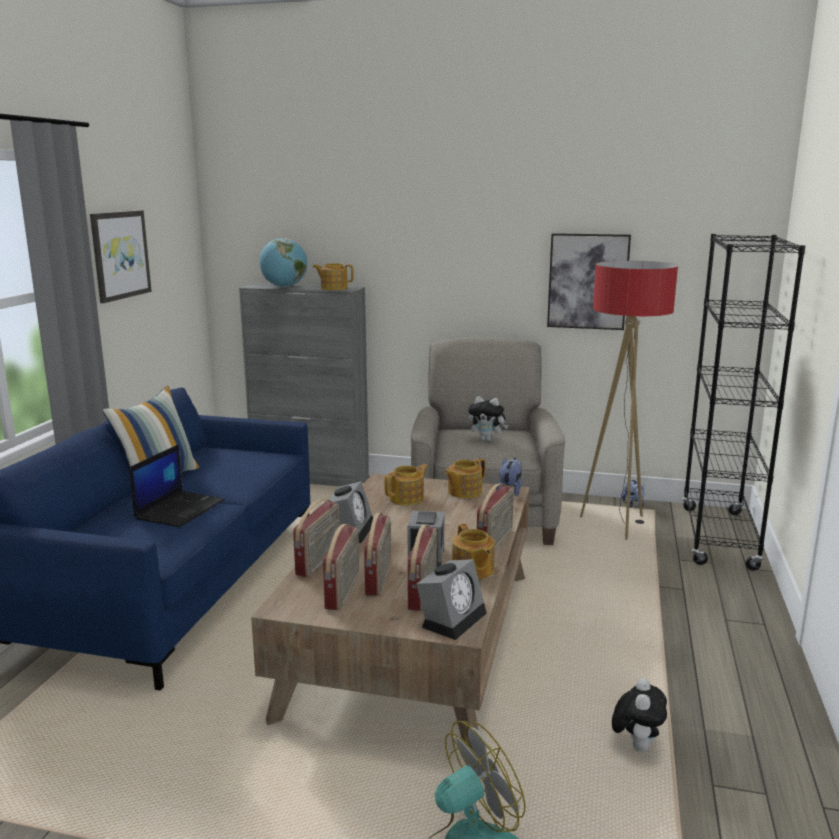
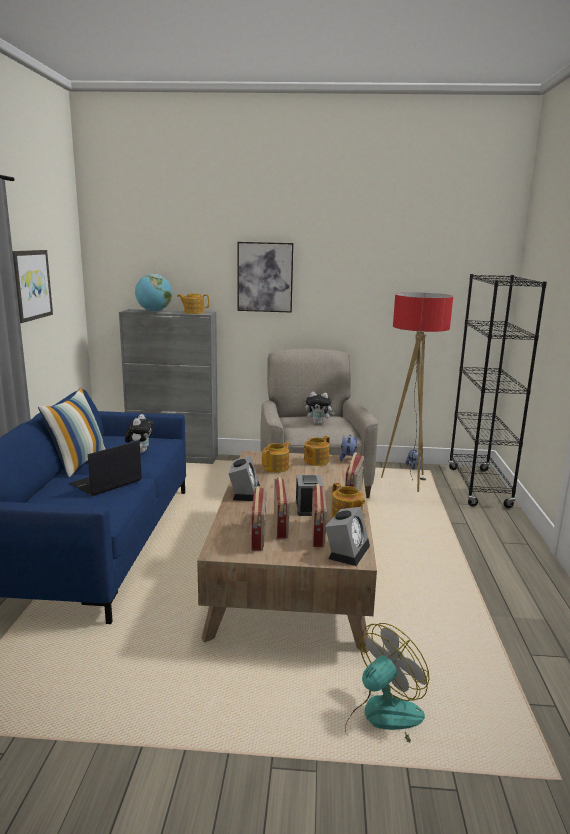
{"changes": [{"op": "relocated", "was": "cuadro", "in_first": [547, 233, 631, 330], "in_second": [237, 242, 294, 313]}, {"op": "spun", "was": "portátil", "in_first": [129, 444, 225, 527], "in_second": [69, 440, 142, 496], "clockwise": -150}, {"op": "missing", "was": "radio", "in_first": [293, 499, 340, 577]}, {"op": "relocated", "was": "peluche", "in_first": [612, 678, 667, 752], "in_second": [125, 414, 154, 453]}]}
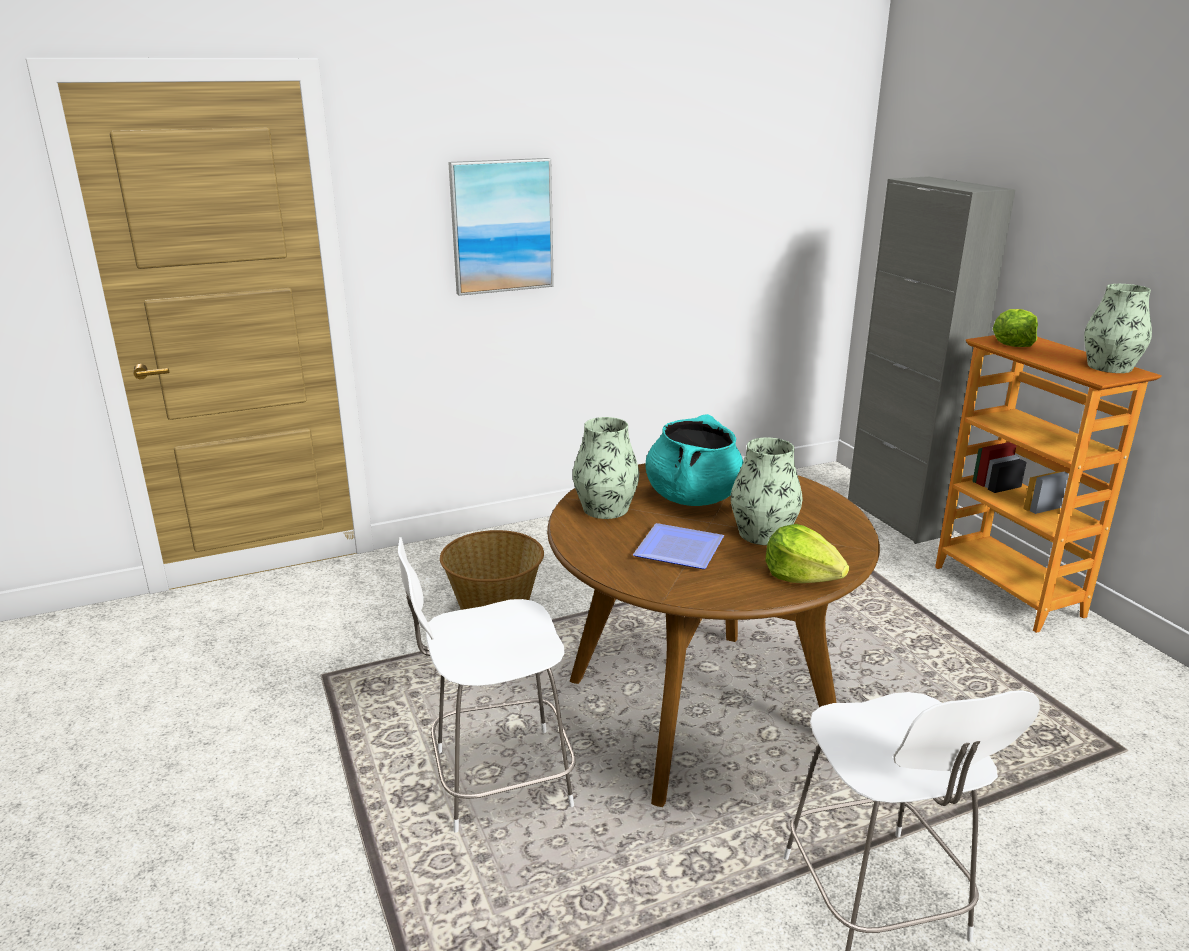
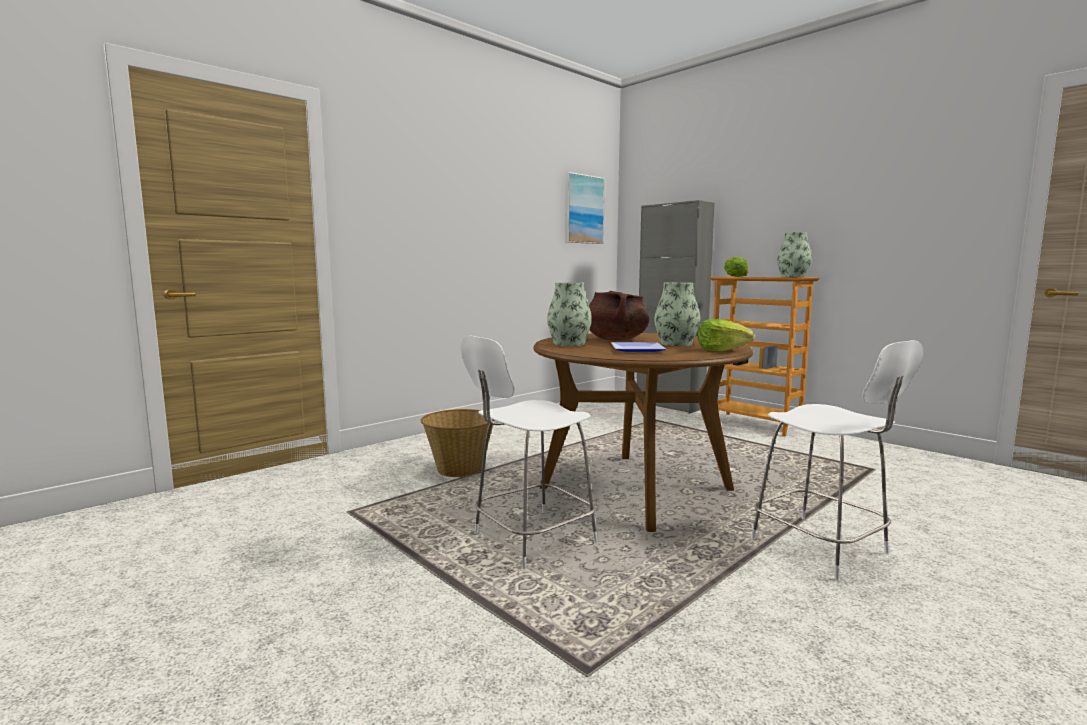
{"changes": [{"op": "relocated", "was": "cuadro", "in_first": [448, 158, 554, 296], "in_second": [565, 172, 605, 244]}, {"op": "colour", "was": "olla/turquesa", "now": "olla/marrón", "in_first": [645, 414, 743, 506], "in_second": [589, 291, 649, 340]}]}
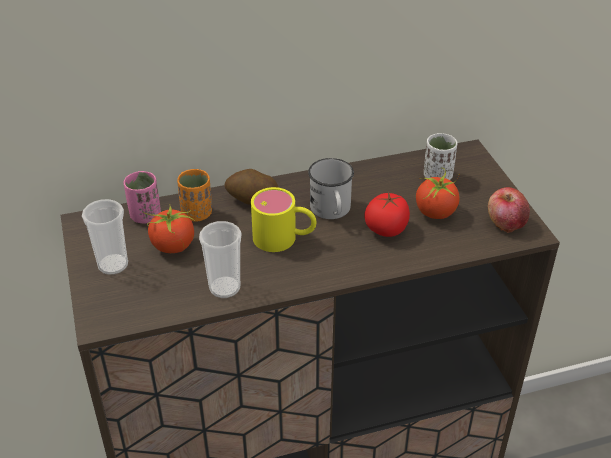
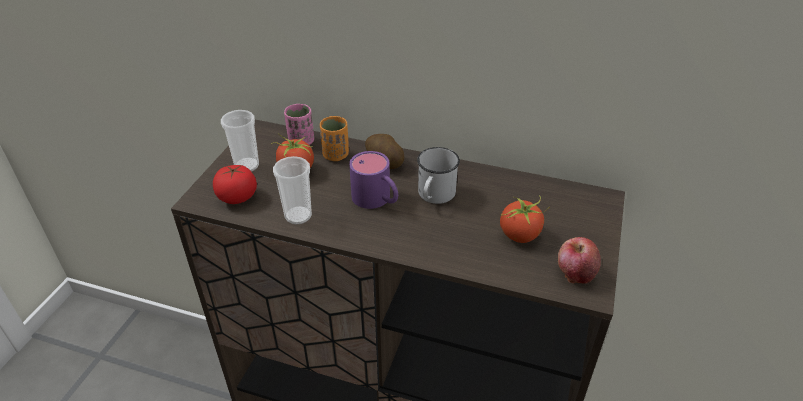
{"changes": [{"op": "missing", "was": "taza/blanco", "in_first": [424, 133, 457, 180]}, {"op": "colour", "was": "taza grande/amarillo", "now": "taza grande/morado", "in_first": [251, 187, 317, 252], "in_second": [349, 151, 398, 209]}, {"op": "relocated", "was": "tomate", "in_first": [364, 192, 410, 237], "in_second": [213, 165, 257, 204]}]}
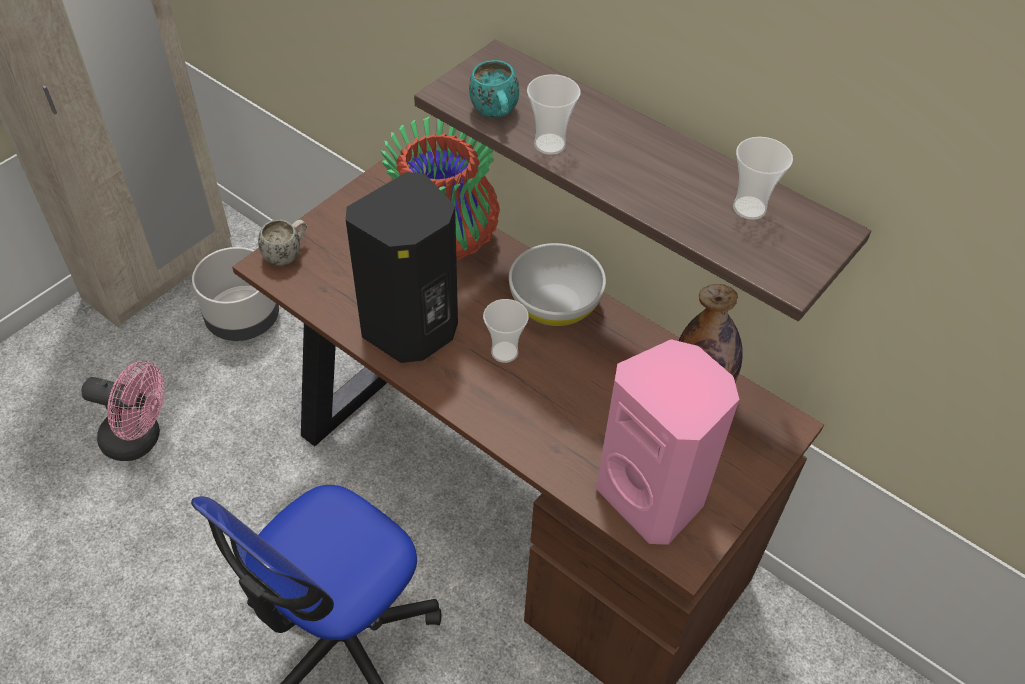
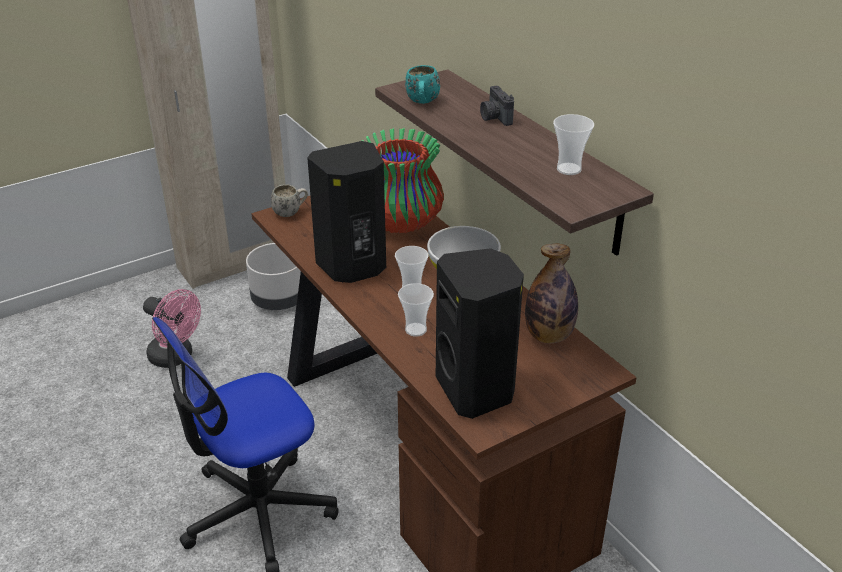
{"changes": [{"op": "relocated", "was": "taza", "in_first": [527, 74, 580, 155], "in_second": [398, 283, 434, 337]}, {"op": "colour", "was": "altavoz/rosa", "now": "altavoz/negro", "in_first": [596, 339, 739, 545], "in_second": [436, 248, 524, 419]}, {"op": "appeared", "now": "cámara", "in_second": [480, 86, 514, 126]}]}
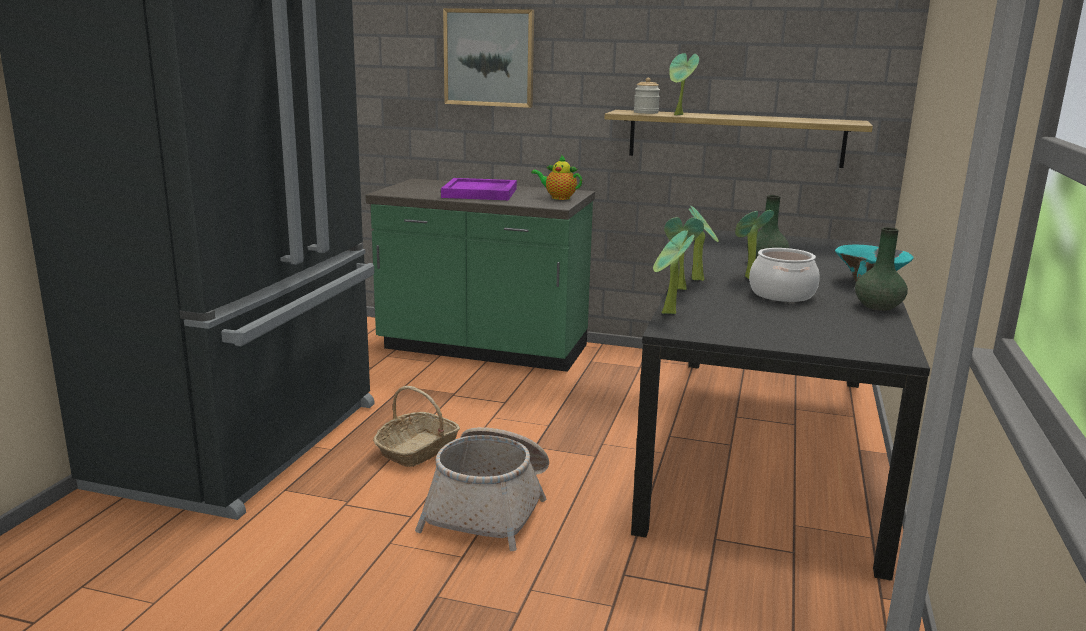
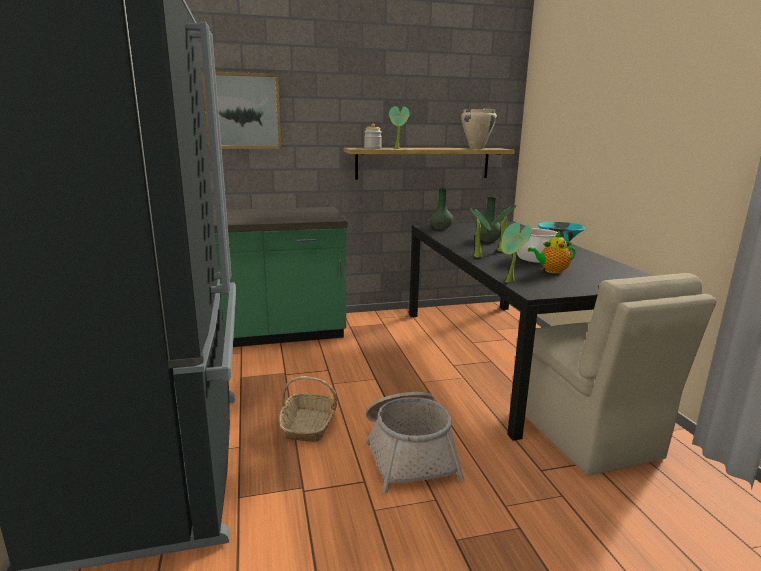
{"changes": [{"op": "relocated", "was": "tetera", "in_first": [531, 154, 582, 200], "in_second": [528, 231, 576, 274]}, {"op": "missing", "was": "bandeja/morado", "in_first": [441, 178, 517, 200]}, {"op": "missing", "was": "planta en maceta", "in_first": [664, 217, 704, 290]}, {"op": "relocated", "was": "florero/verde", "in_first": [855, 227, 908, 311], "in_second": [429, 188, 453, 229]}, {"op": "appeared", "now": "olla/beis", "in_second": [461, 109, 497, 149]}, {"op": "appeared", "now": "silla/beis", "in_second": [525, 273, 716, 476]}]}
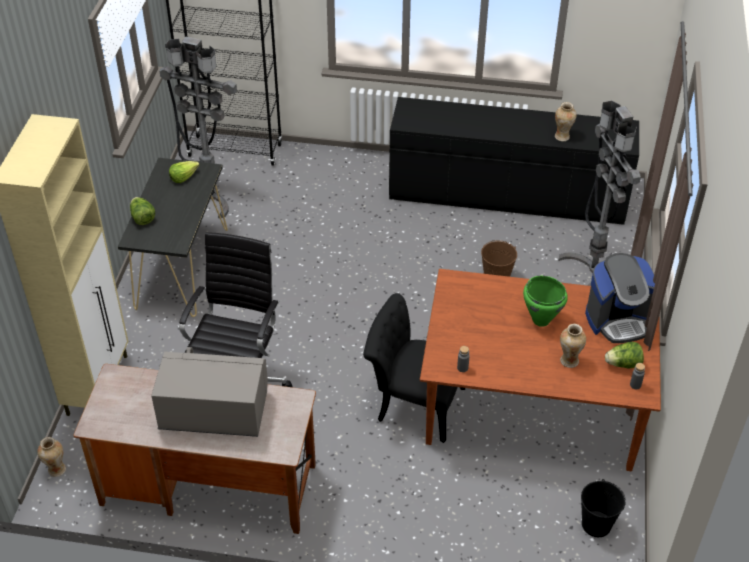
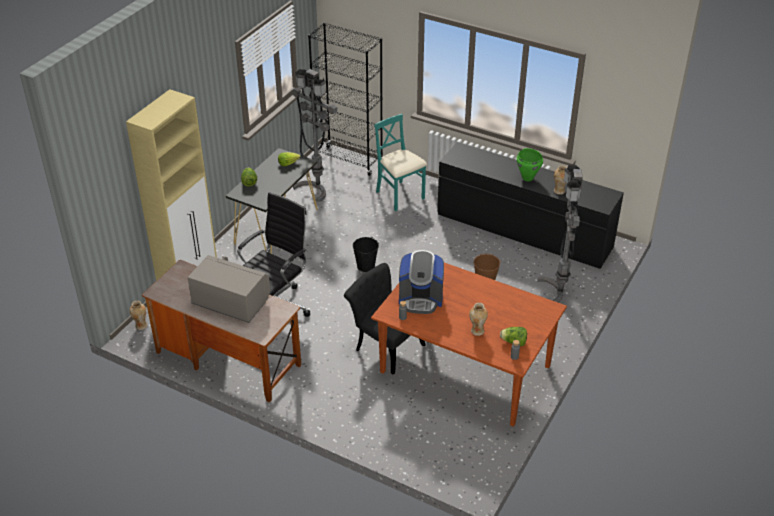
{"changes": [{"op": "relocated", "was": "cafetera", "in_first": [585, 253, 655, 343], "in_second": [399, 250, 444, 314]}, {"op": "relocated", "was": "olla/verde", "in_first": [523, 276, 568, 327], "in_second": [517, 148, 543, 181]}, {"op": "relocated", "was": "cubo/negro", "in_first": [581, 479, 626, 537], "in_second": [353, 237, 379, 272]}, {"op": "appeared", "now": "silla/turquesa", "in_second": [374, 114, 427, 211]}]}
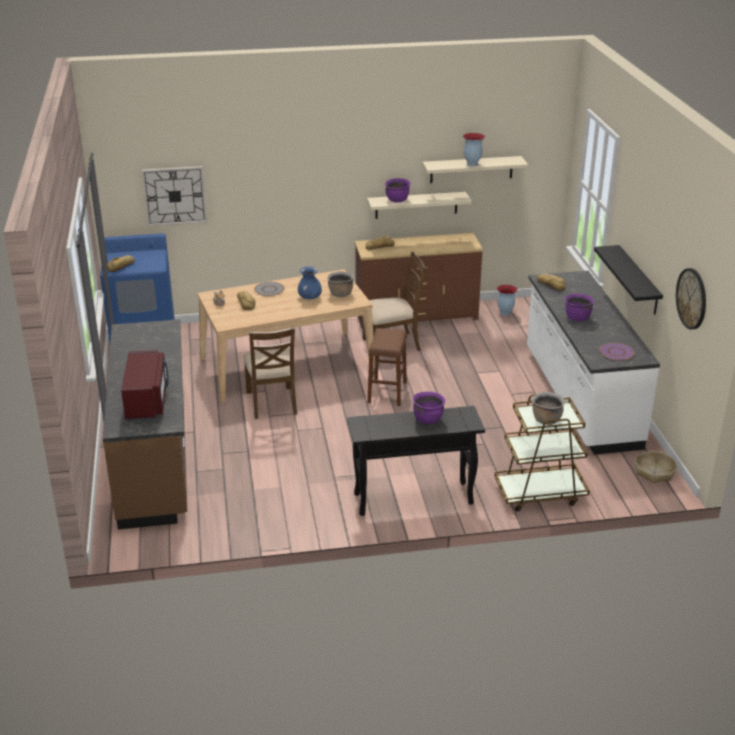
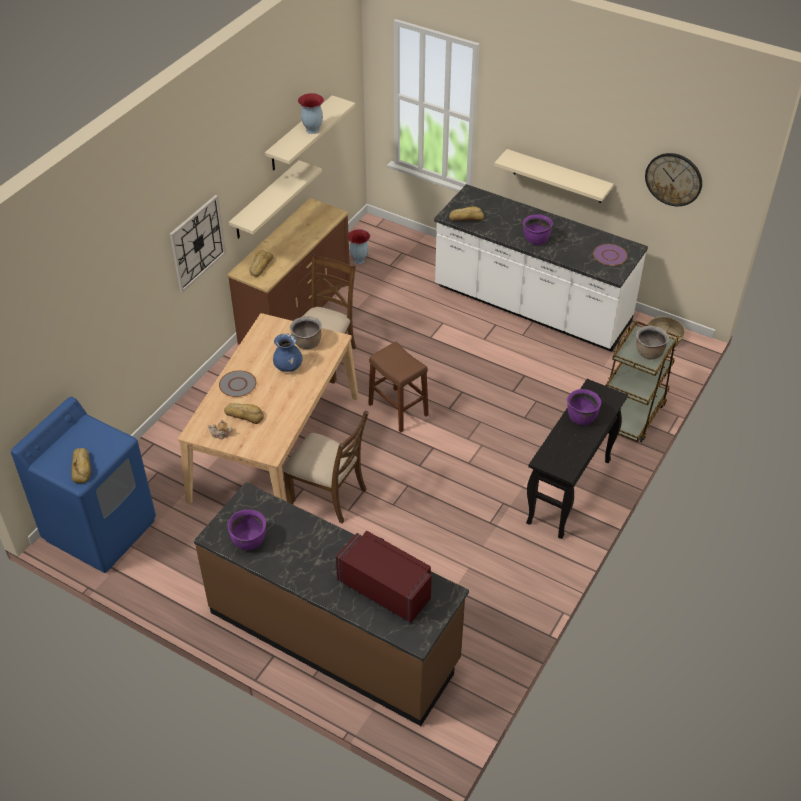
{"changes": [{"op": "relocated", "was": "reloj de pared", "in_first": [142, 166, 207, 226], "in_second": [170, 195, 226, 292]}, {"op": "relocated", "was": "olla/morado", "in_first": [385, 178, 411, 202], "in_second": [228, 509, 266, 550]}, {"op": "colour", "was": "estante/negro", "now": "estante/beis", "in_first": [594, 245, 663, 315], "in_second": [494, 149, 614, 203]}]}
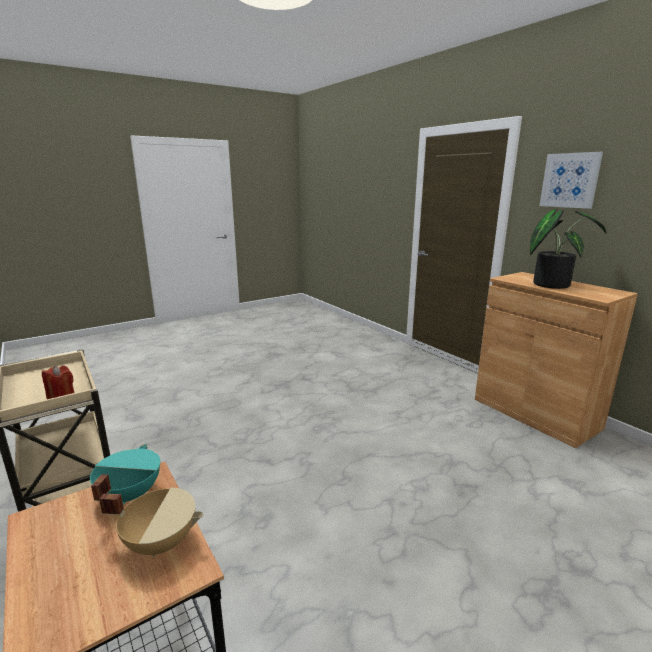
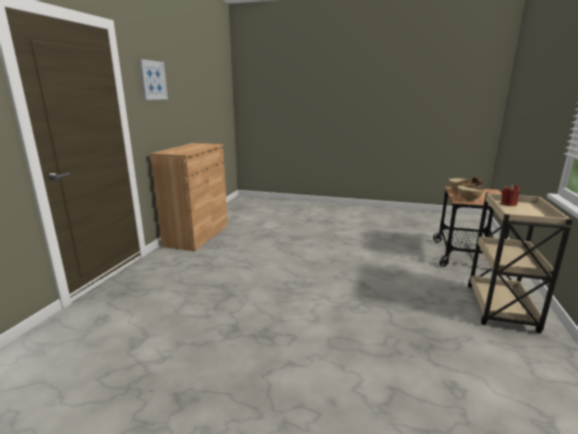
{"changes": [{"op": "missing", "was": "planta en maceta", "in_first": [530, 209, 607, 289]}, {"op": "colour", "was": "olla/turquesa", "now": "olla/beis", "in_first": [90, 444, 160, 505], "in_second": [457, 180, 484, 201]}]}
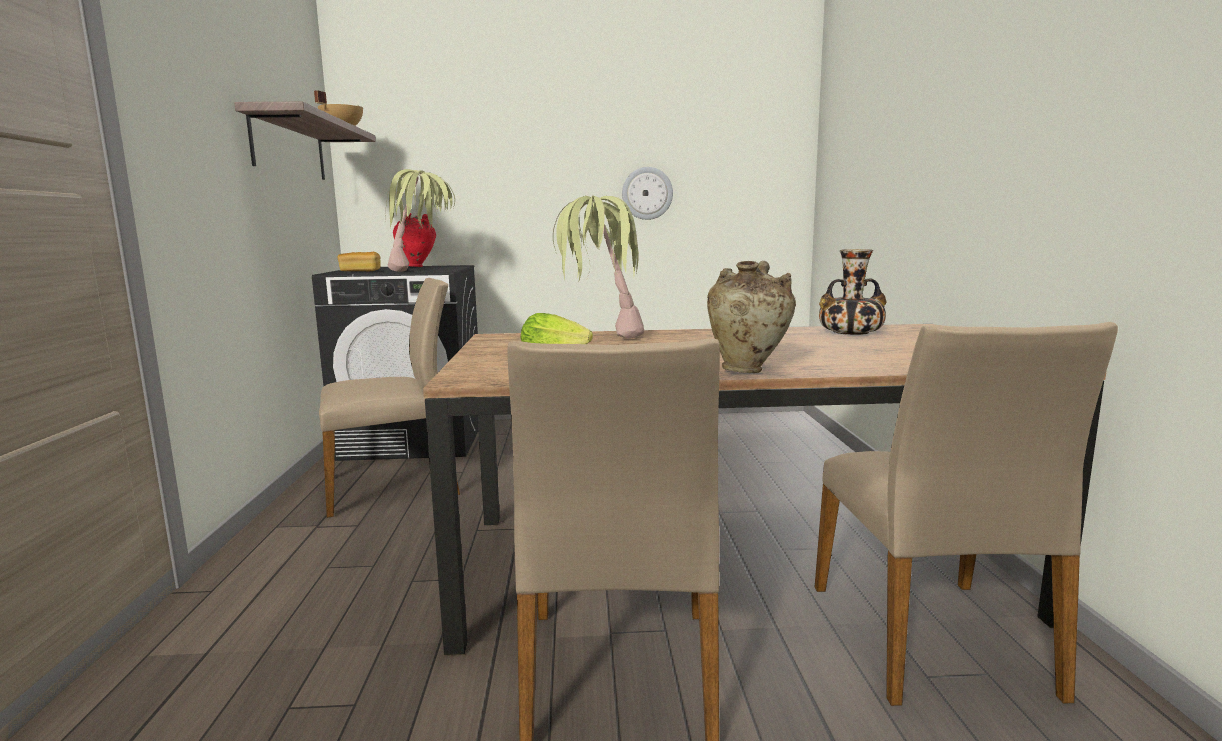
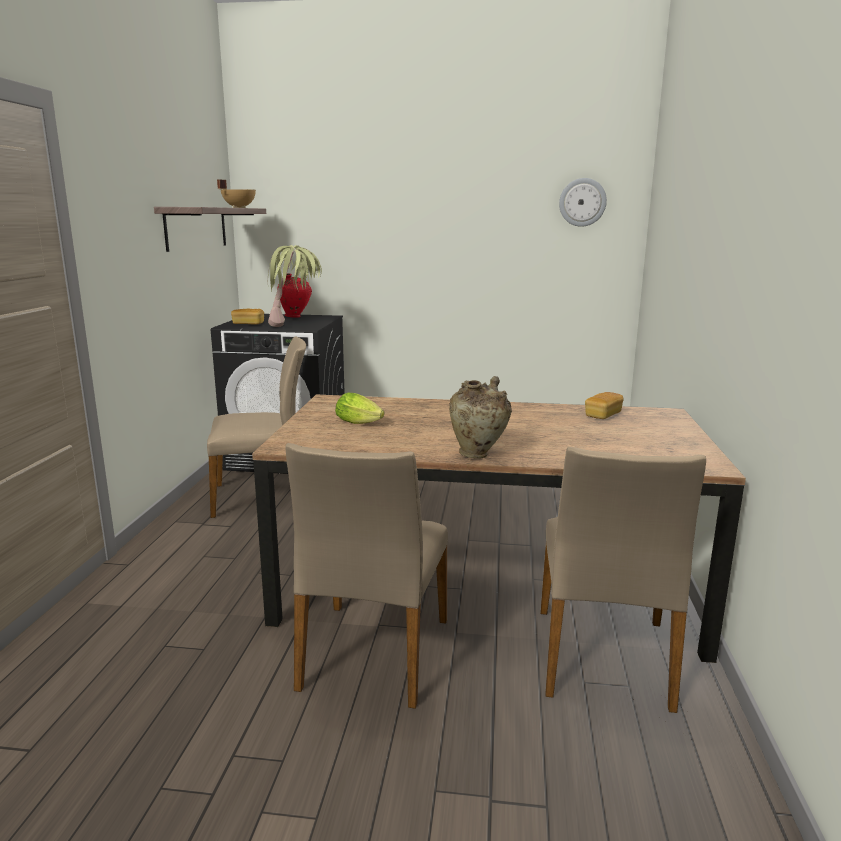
{"changes": [{"op": "relocated", "was": "reloj de pared", "in_first": [622, 167, 673, 220], "in_second": [559, 178, 607, 227]}, {"op": "missing", "was": "planta en maceta", "in_first": [553, 196, 644, 339]}, {"op": "exchanged", "was": "florero", "now": "pan", "in_first": [819, 249, 887, 335], "in_second": [585, 392, 623, 419]}]}
